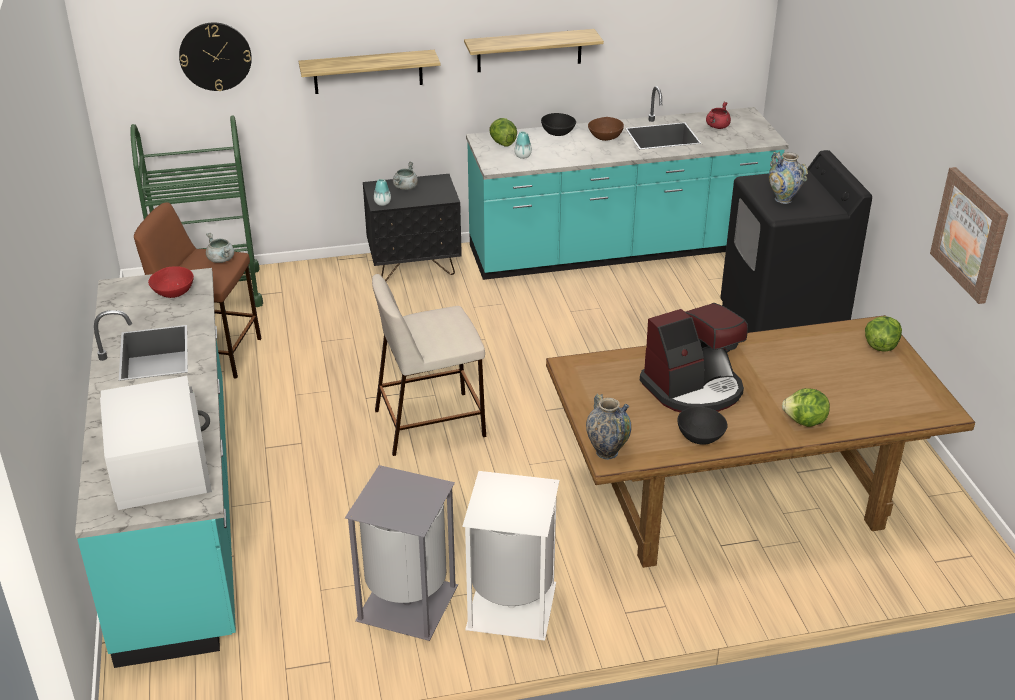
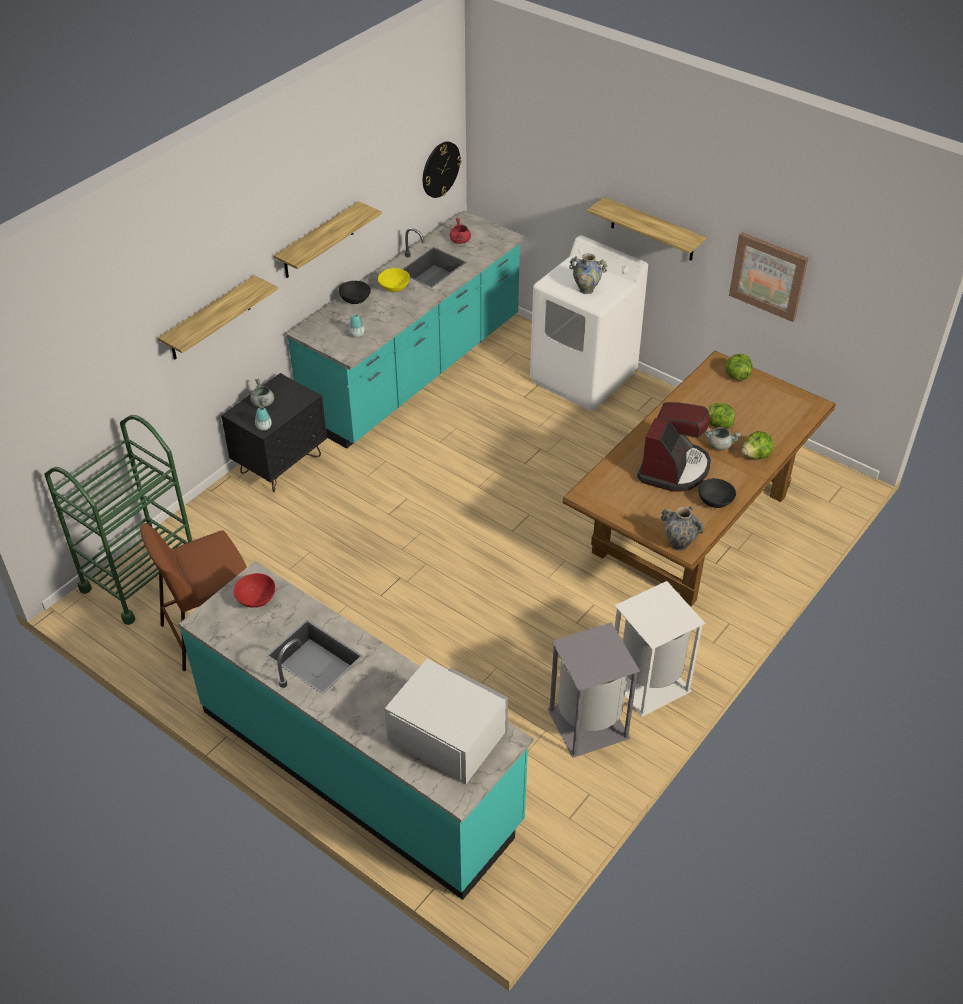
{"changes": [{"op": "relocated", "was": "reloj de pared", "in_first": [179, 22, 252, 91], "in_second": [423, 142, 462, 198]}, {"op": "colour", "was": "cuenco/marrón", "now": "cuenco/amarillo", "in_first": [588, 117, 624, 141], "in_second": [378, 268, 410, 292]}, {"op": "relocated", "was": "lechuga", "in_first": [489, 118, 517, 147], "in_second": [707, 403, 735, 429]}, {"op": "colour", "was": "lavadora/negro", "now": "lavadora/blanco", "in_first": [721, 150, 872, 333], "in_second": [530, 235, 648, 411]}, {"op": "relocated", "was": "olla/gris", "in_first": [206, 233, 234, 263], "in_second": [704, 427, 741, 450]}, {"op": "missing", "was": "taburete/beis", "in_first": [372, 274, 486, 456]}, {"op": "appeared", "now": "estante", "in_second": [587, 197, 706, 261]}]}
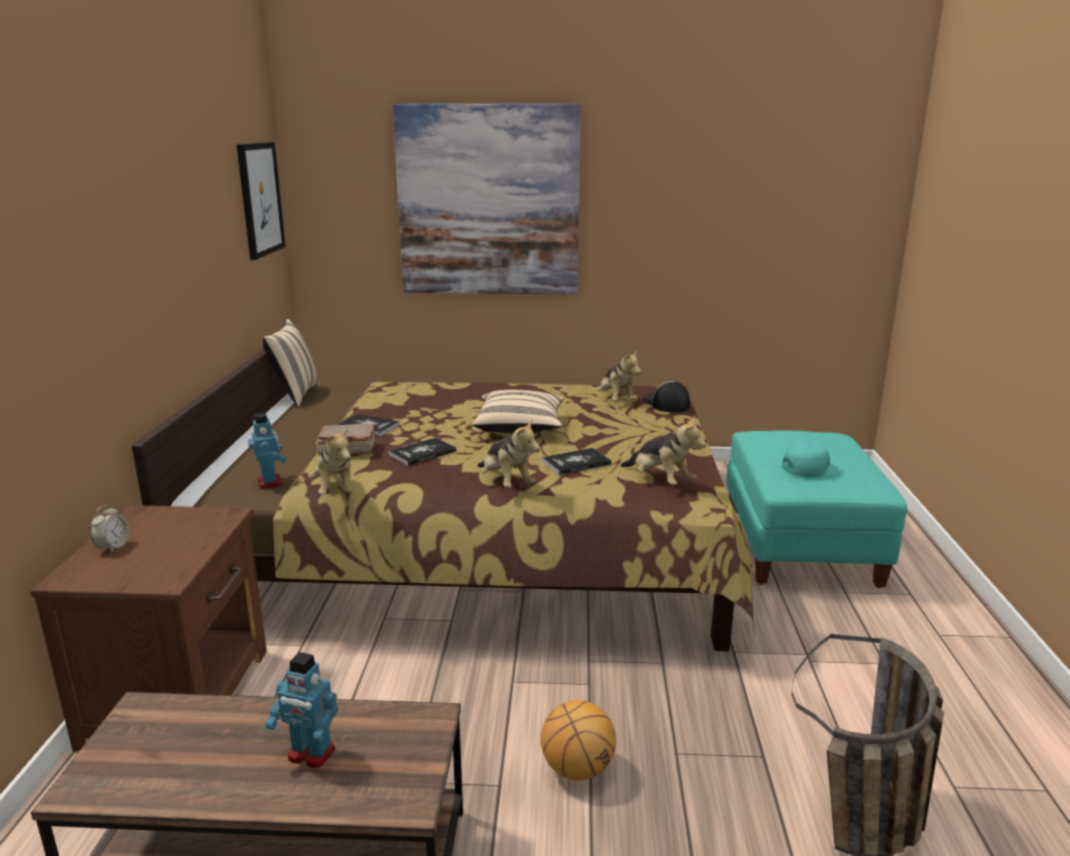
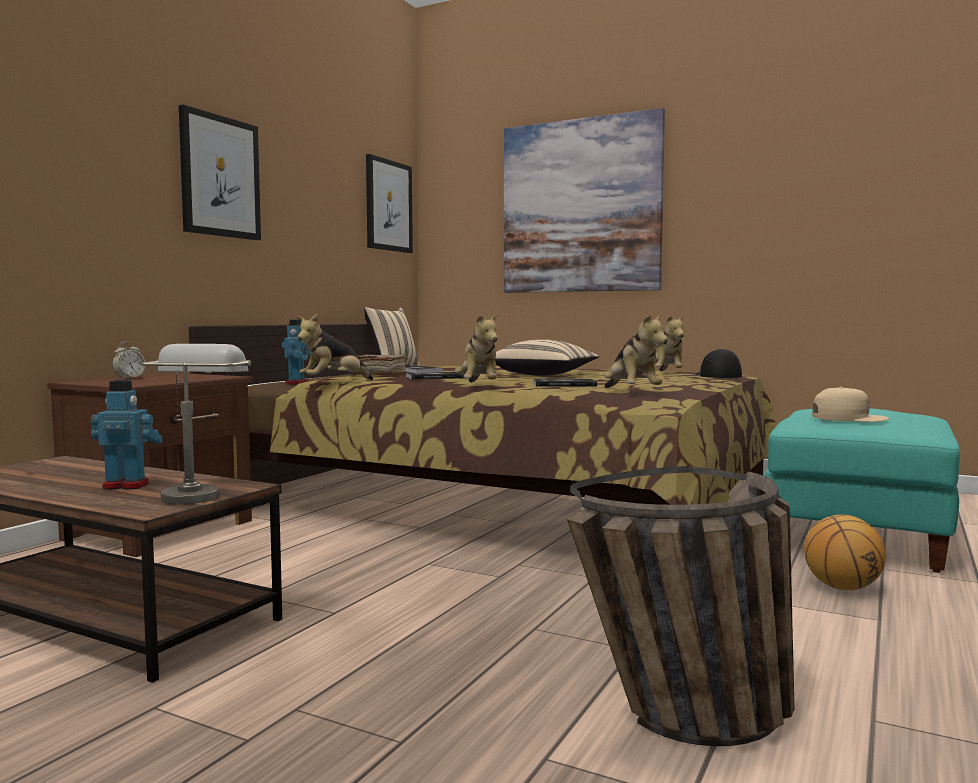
{"changes": [{"op": "spun", "was": "peluche", "in_first": [308, 427, 353, 495], "in_second": [297, 314, 373, 380], "clockwise": 45}, {"op": "colour", "was": "gorra/turquesa", "now": "gorra/beis", "in_first": [782, 441, 842, 477], "in_second": [812, 387, 889, 422]}, {"op": "spun", "was": "robot de juguete", "in_first": [265, 652, 338, 768], "in_second": [90, 380, 162, 490], "clockwise": 135}, {"op": "relocated", "was": "balón de baloncesto", "in_first": [541, 700, 616, 780], "in_second": [804, 515, 886, 590]}, {"op": "appeared", "now": "cuadro", "in_second": [179, 105, 261, 240]}, {"op": "appeared", "now": "lámpara de mesa/gris", "in_second": [141, 344, 251, 504]}]}
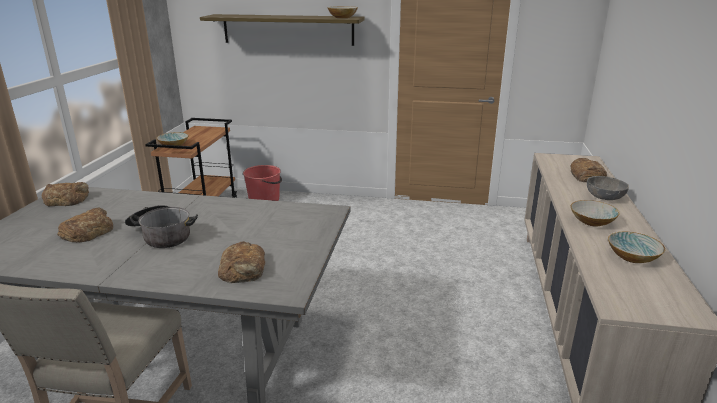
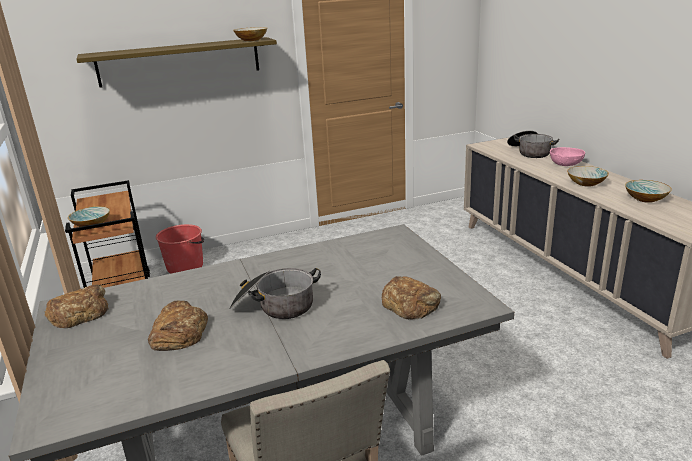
{"changes": [{"op": "exchanged", "was": "pan", "now": "olla", "in_first": [570, 158, 607, 182], "in_second": [507, 131, 559, 158]}, {"op": "colour", "was": "cuenco/gris", "now": "cuenco/rosa", "in_first": [587, 176, 629, 200], "in_second": [550, 147, 585, 166]}]}
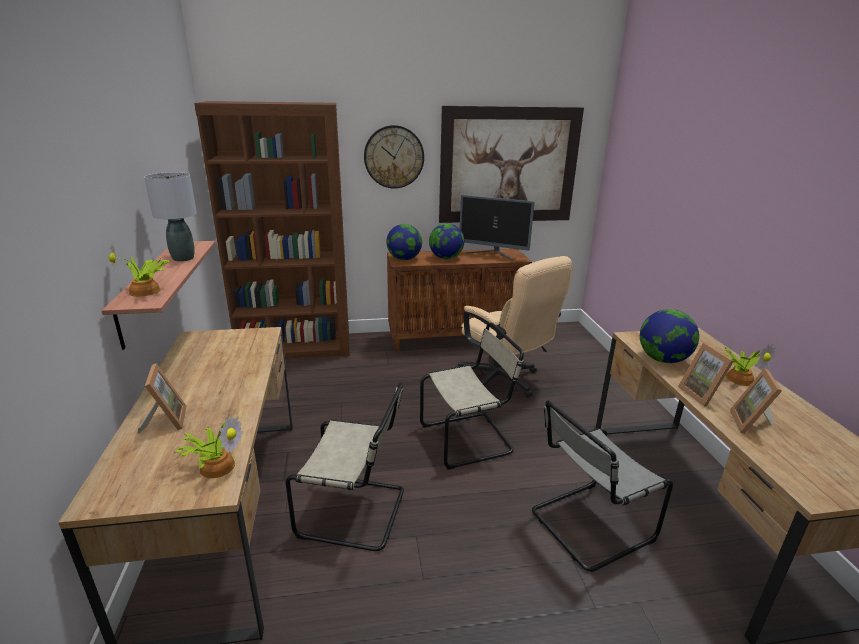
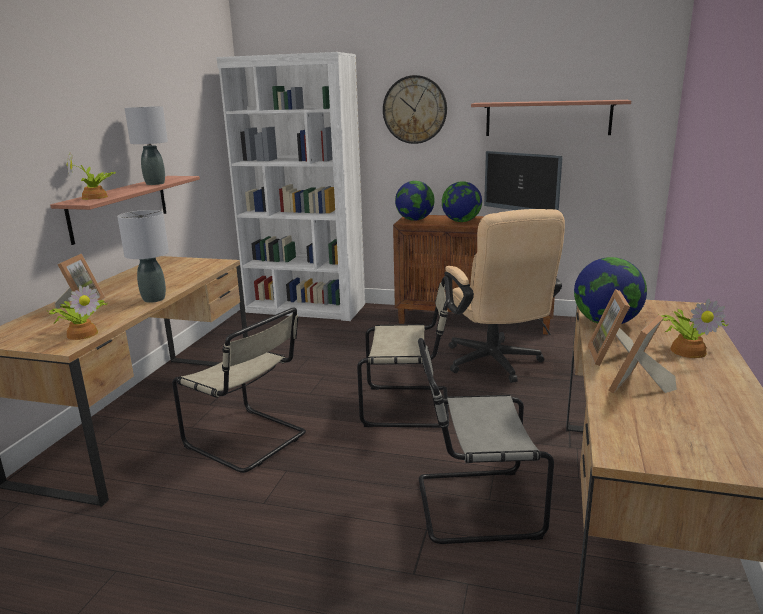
{"changes": [{"op": "colour", "was": "estantería/marrón", "now": "estantería/blanco", "in_first": [194, 101, 350, 359], "in_second": [216, 52, 365, 321]}, {"op": "exchanged", "was": "cuadro", "now": "estante", "in_first": [439, 106, 584, 223], "in_second": [471, 100, 631, 136]}, {"op": "appeared", "now": "lámpara de mesa/gris", "in_second": [117, 210, 169, 303]}]}
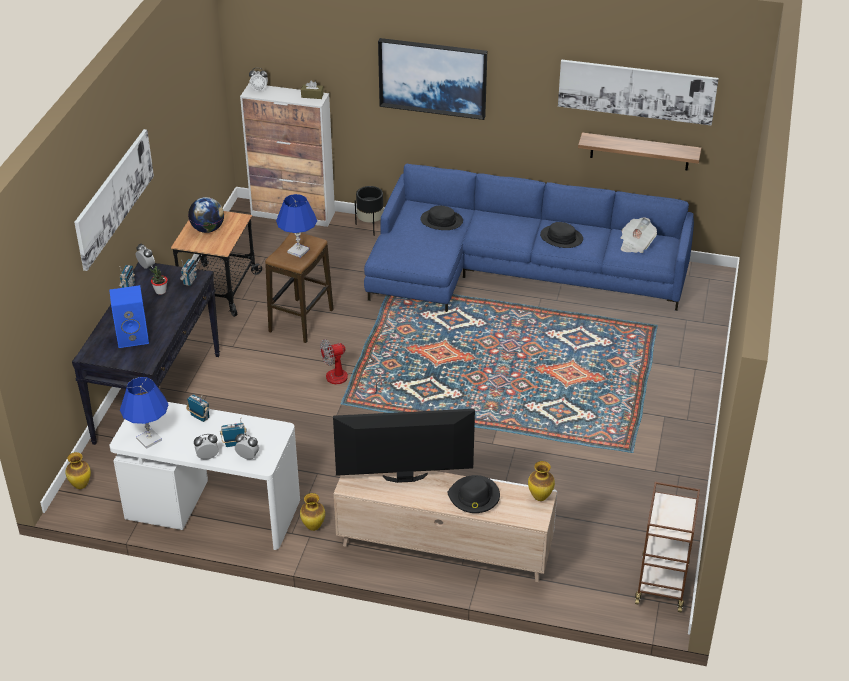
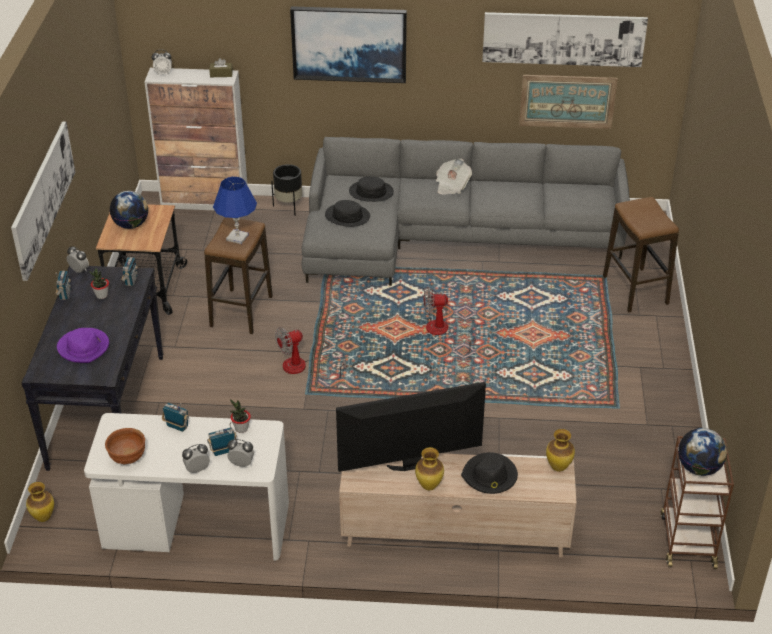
{"changes": [{"op": "exchanged", "was": "estante", "now": "cuadro", "in_first": [578, 132, 701, 170], "in_second": [519, 75, 618, 129]}, {"op": "colour", "was": "sofá/azul", "now": "sofá/gris", "in_first": [364, 164, 694, 312], "in_second": [302, 137, 630, 286]}, {"op": "relocated", "was": "periódico", "in_first": [621, 217, 657, 253], "in_second": [436, 159, 472, 194]}, {"op": "relocated", "was": "sombrero/negro", "in_first": [540, 222, 583, 248], "in_second": [325, 200, 370, 227]}, {"op": "exchanged", "was": "altavoz/azul", "now": "sombrero/morado", "in_first": [109, 285, 149, 348], "in_second": [57, 328, 109, 363]}, {"op": "exchanged", "was": "lámpara de mesa/azul", "now": "cuenco/marrón", "in_first": [120, 377, 168, 449], "in_second": [105, 428, 145, 464]}, {"op": "relocated", "was": "florero", "in_first": [300, 493, 325, 531], "in_second": [415, 447, 444, 490]}, {"op": "appeared", "now": "taburete", "in_second": [603, 197, 679, 312]}, {"op": "appeared", "now": "ventilador", "in_second": [424, 287, 476, 353]}, {"op": "appeared", "now": "planta en maceta", "in_second": [230, 399, 251, 433]}, {"op": "appeared", "now": "globo terráqueo", "in_second": [678, 428, 727, 476]}]}
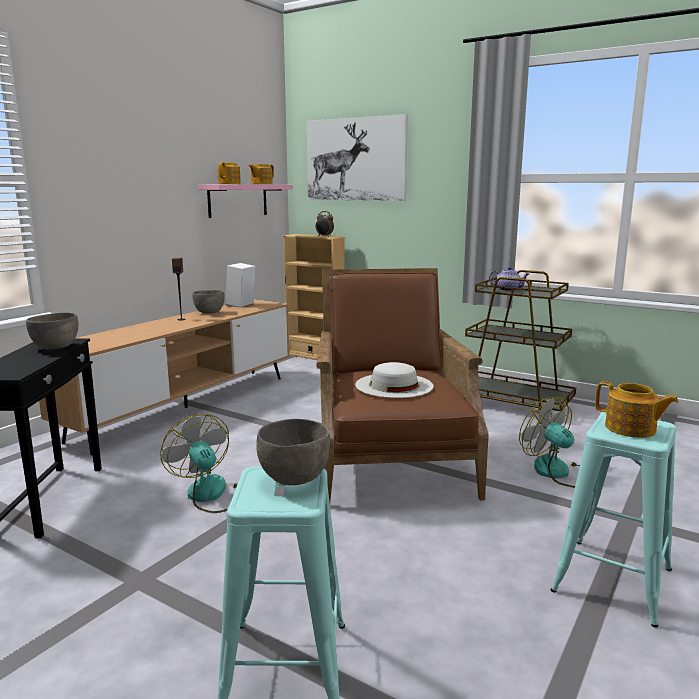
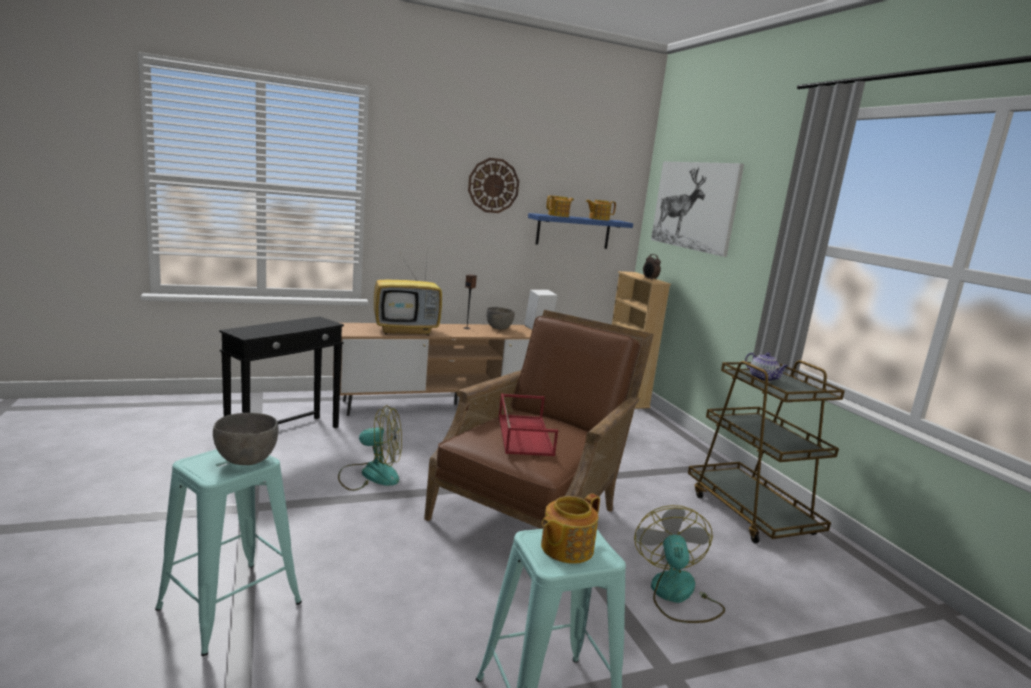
{"changes": [{"op": "colour", "was": "estante/rosa", "now": "estante/azul", "in_first": [198, 184, 293, 218], "in_second": [528, 213, 633, 249]}, {"op": "missing", "was": "cuenco/gris", "in_first": [26, 312, 78, 350]}, {"op": "exchanged", "was": "sombrero/blanco", "now": "bandeja/rojo", "in_first": [355, 362, 433, 398], "in_second": [499, 394, 558, 456]}, {"op": "spun", "was": "tetera", "in_first": [595, 381, 679, 438], "in_second": [541, 494, 600, 564], "clockwise": 60}, {"op": "spun", "was": "ventilador", "in_first": [160, 414, 238, 513], "in_second": [338, 405, 402, 491], "clockwise": 90}, {"op": "appeared", "now": "reloj de pared", "in_second": [468, 158, 519, 213]}, {"op": "appeared", "now": "televisor", "in_second": [374, 246, 442, 336]}]}
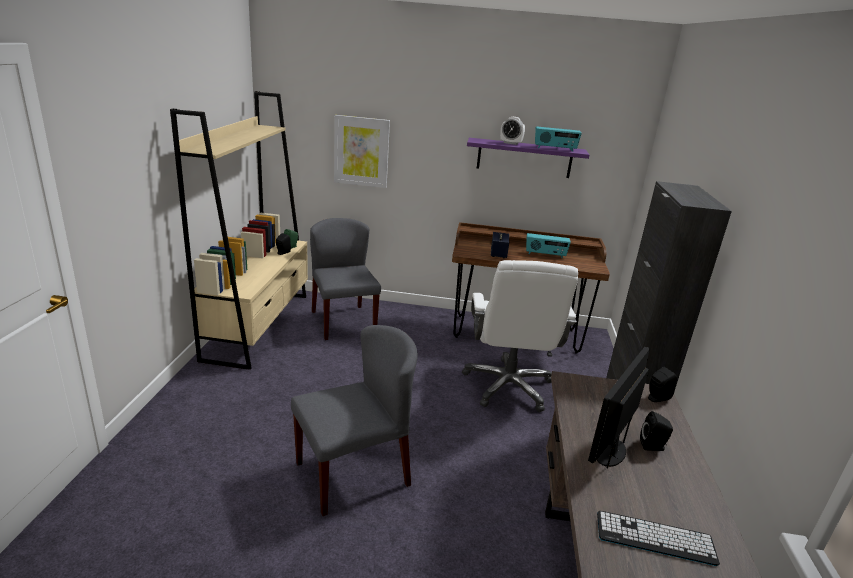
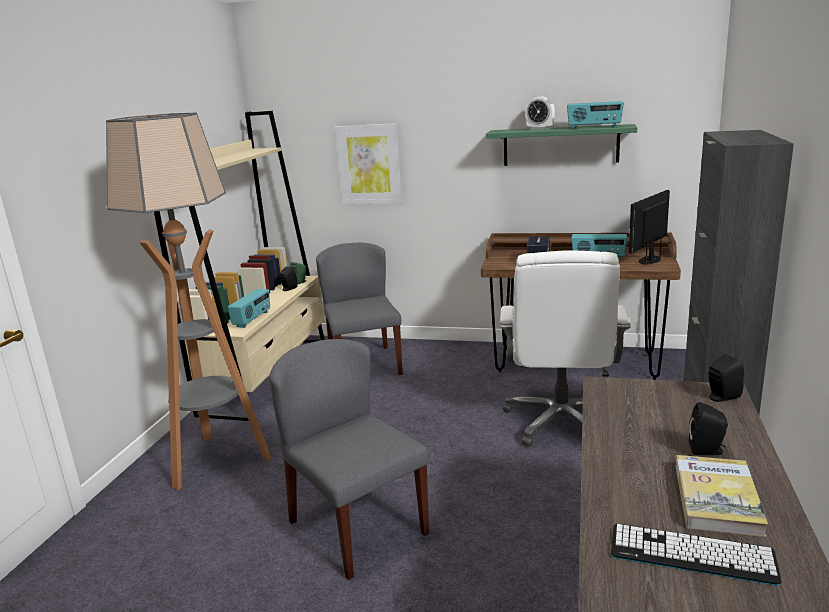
{"changes": [{"op": "colour", "was": "estante/morado", "now": "estante/verde", "in_first": [467, 138, 589, 178], "in_second": [486, 124, 637, 166]}, {"op": "spun", "was": "silla/gris", "in_first": [291, 325, 418, 516], "in_second": [269, 339, 429, 580], "clockwise": -105}, {"op": "relocated", "was": "monitor", "in_first": [588, 347, 649, 469], "in_second": [629, 190, 670, 265]}, {"op": "appeared", "now": "lámpara de pie", "in_second": [106, 113, 271, 490]}, {"op": "appeared", "now": "radio", "in_second": [228, 289, 270, 328]}, {"op": "appeared", "now": "libro", "in_second": [676, 455, 768, 537]}]}
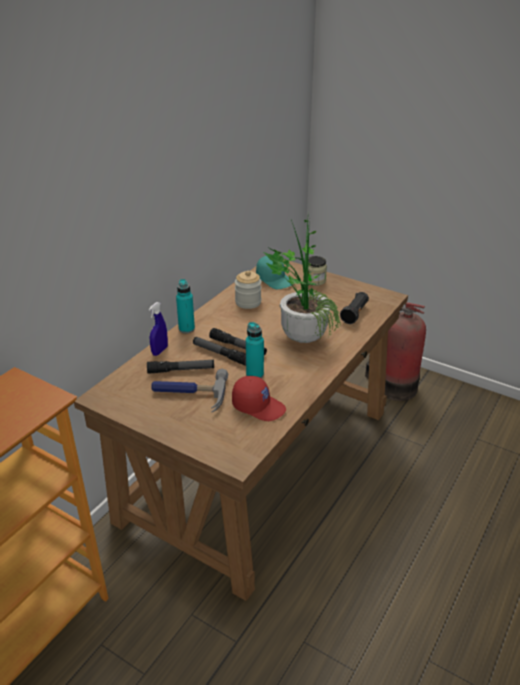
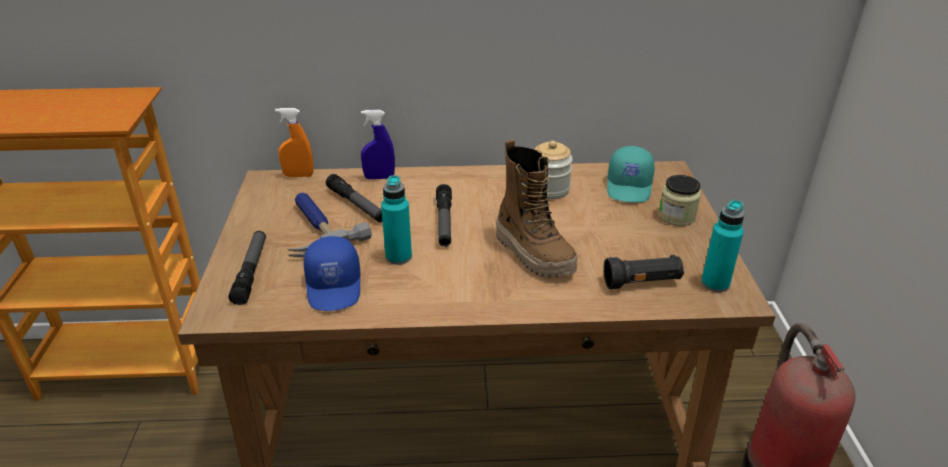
{"changes": [{"op": "exchanged", "was": "planta en maceta", "now": "bota", "in_first": [264, 220, 341, 343], "in_second": [496, 139, 578, 278]}, {"op": "relocated", "was": "botella/turquesa", "in_first": [176, 279, 195, 333], "in_second": [701, 200, 745, 292]}, {"op": "relocated", "was": "linterna", "in_first": [193, 337, 246, 366], "in_second": [229, 231, 266, 305]}, {"op": "colour", "was": "gorra/rojo", "now": "gorra/azul", "in_first": [232, 376, 286, 421], "in_second": [304, 236, 360, 311]}, {"op": "appeared", "now": "pulverizador/naranja", "in_second": [275, 108, 313, 177]}]}
